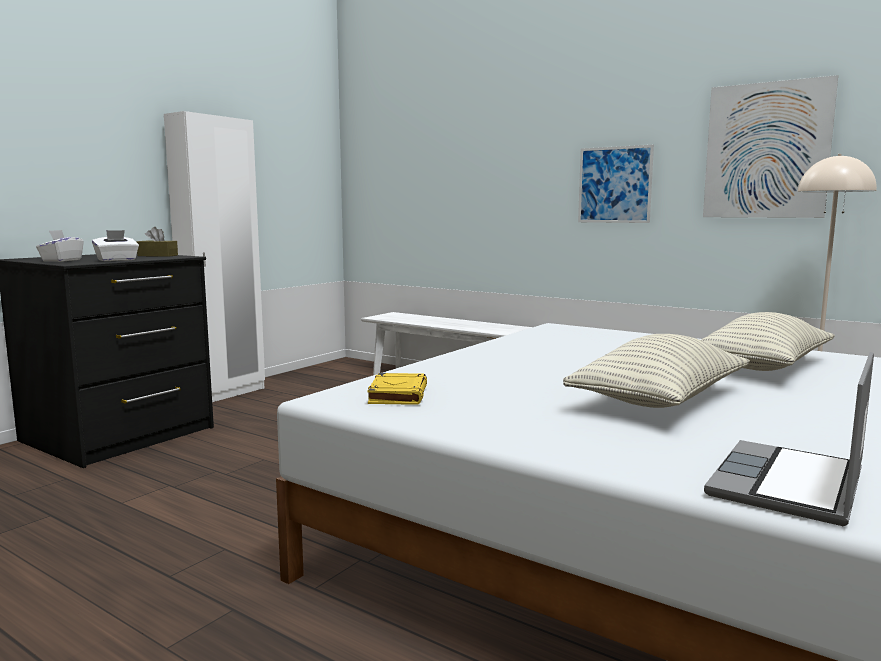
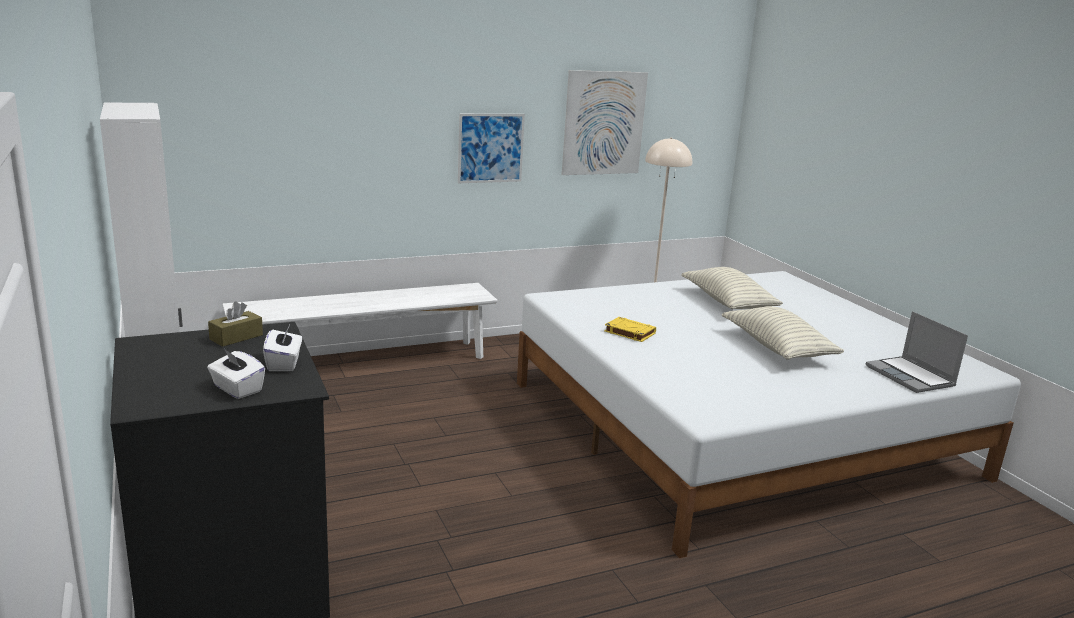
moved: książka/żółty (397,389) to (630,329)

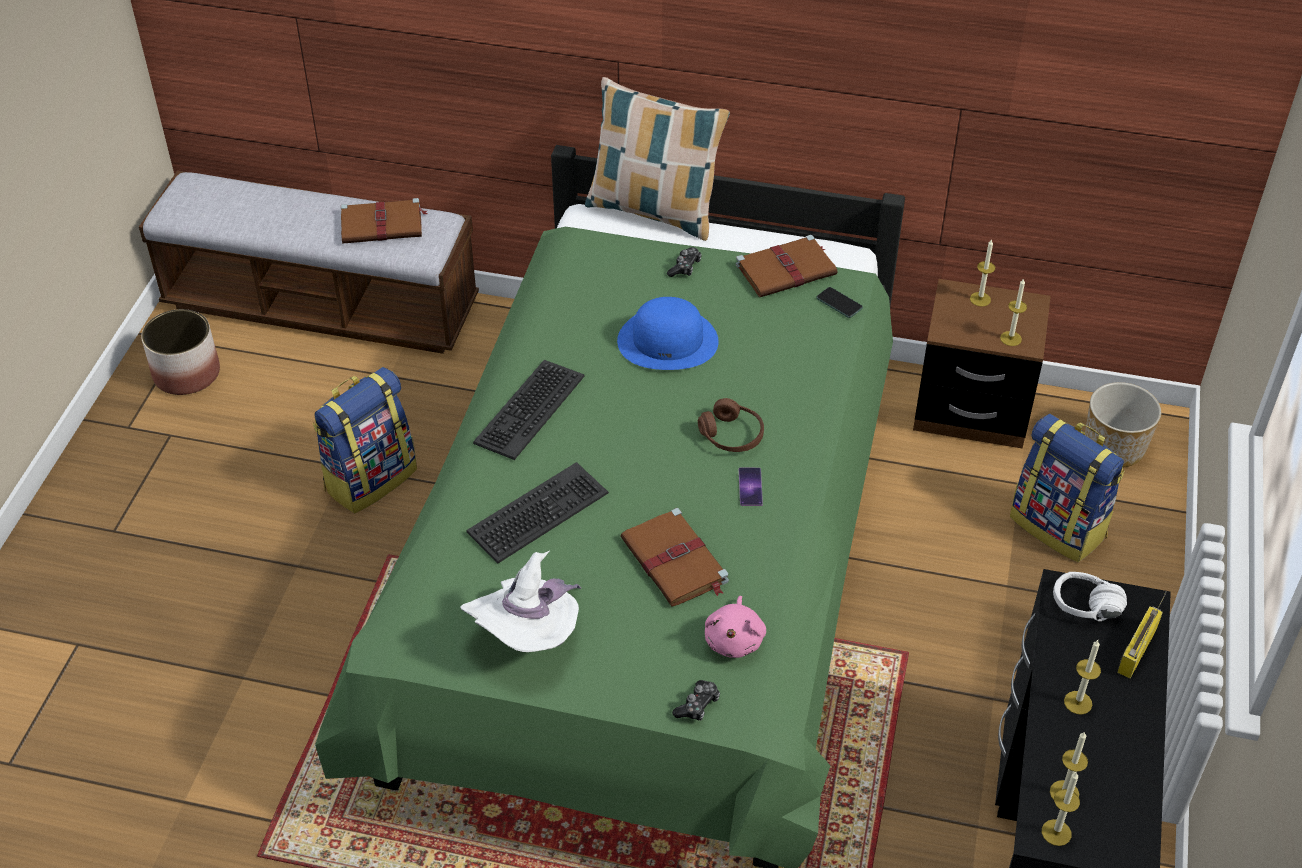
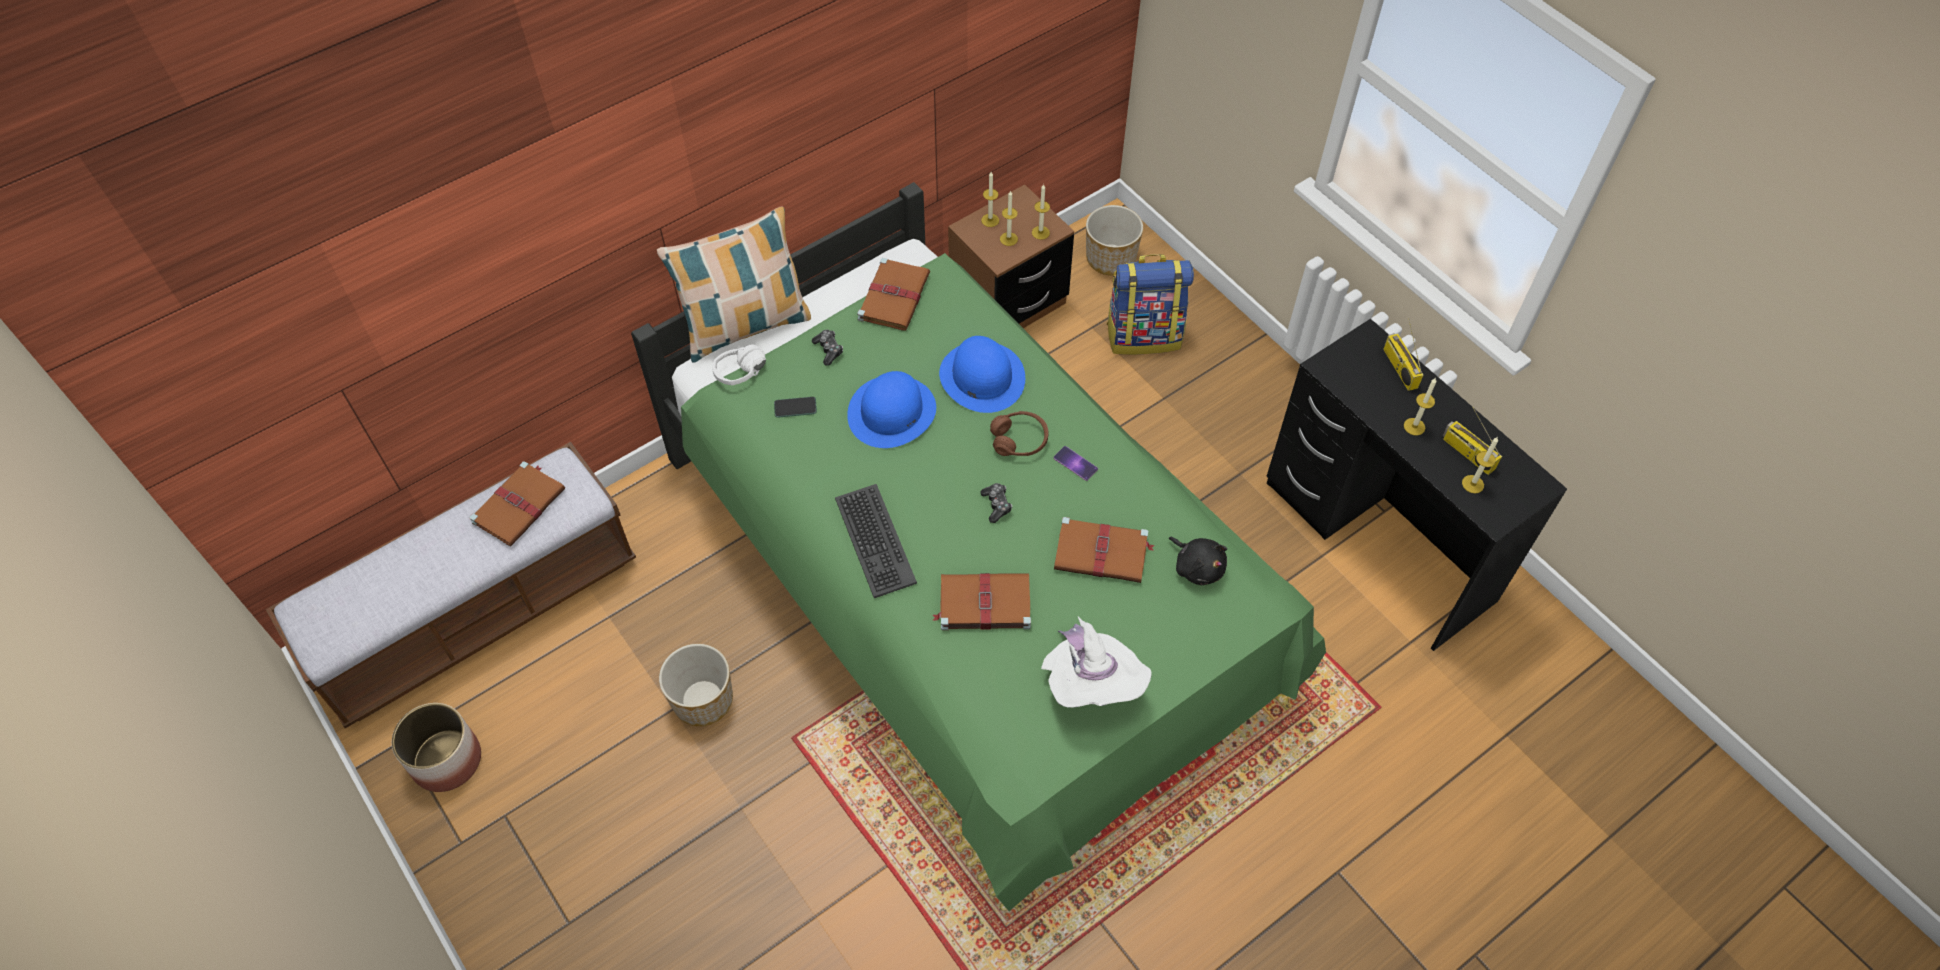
added: kapelusz/niebieski (982,374); radio (1472,440)
moved: pad do gier (696,700) to (996,503); telefon (839,302) to (795,407); świeca (1061,809) to (1009,218); słuchawki/biały (1090,596) to (739,364)
replaced: plecak (365,440) to donica (696,685); klawiatura (537,512) to książka/brązowy (982,601)
recoloured: pluszak/różowy (735,627) to pluszak/czarny (1198,560)

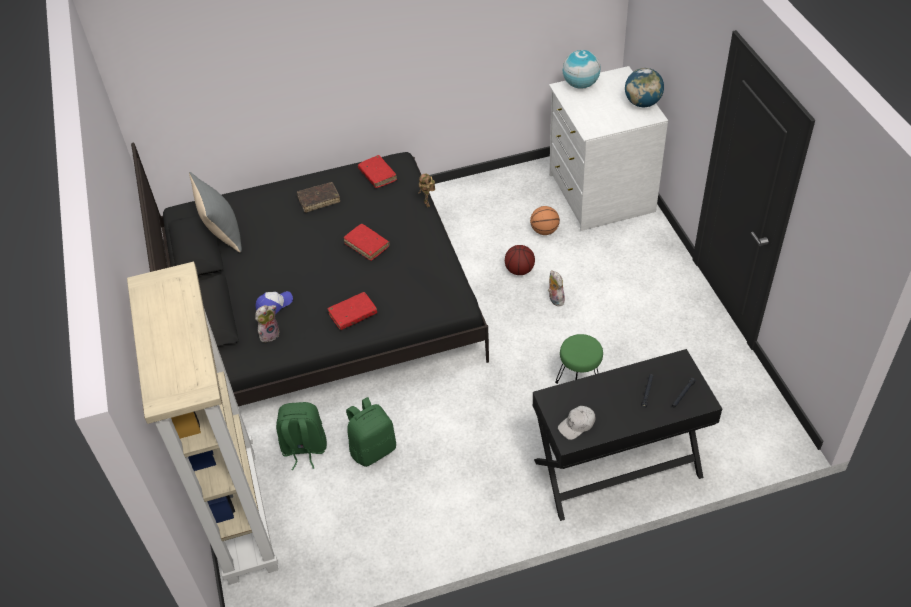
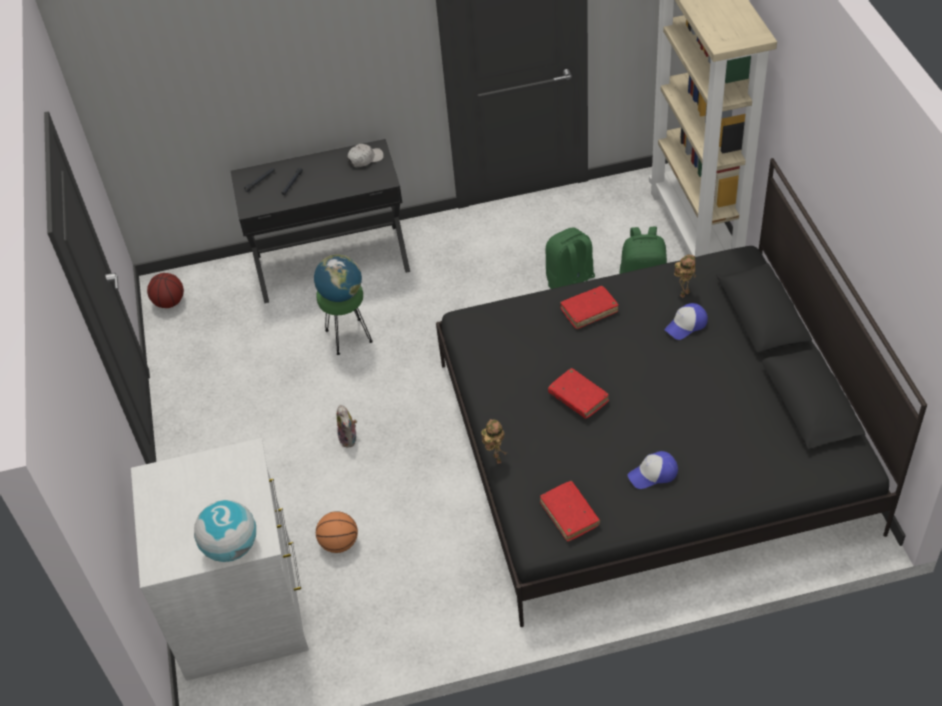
removed: poduszka/szary (215,212)
moved: piłka do koszykówki (520,260) to (165,290); globus (644,87) to (338,278)
replaced: pluszak (267,323) to robot zabawkowy (685,276); książka/brązowy (318,197) to czapka z daszkiem (652,470)

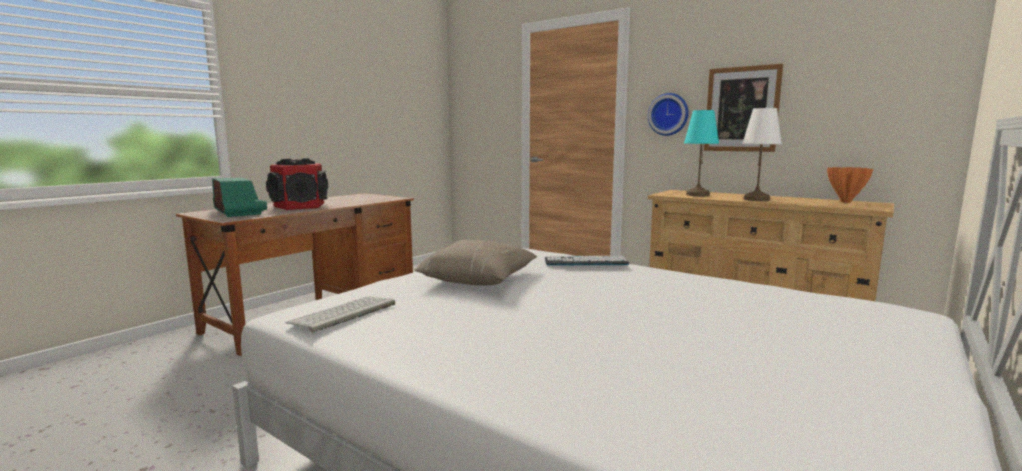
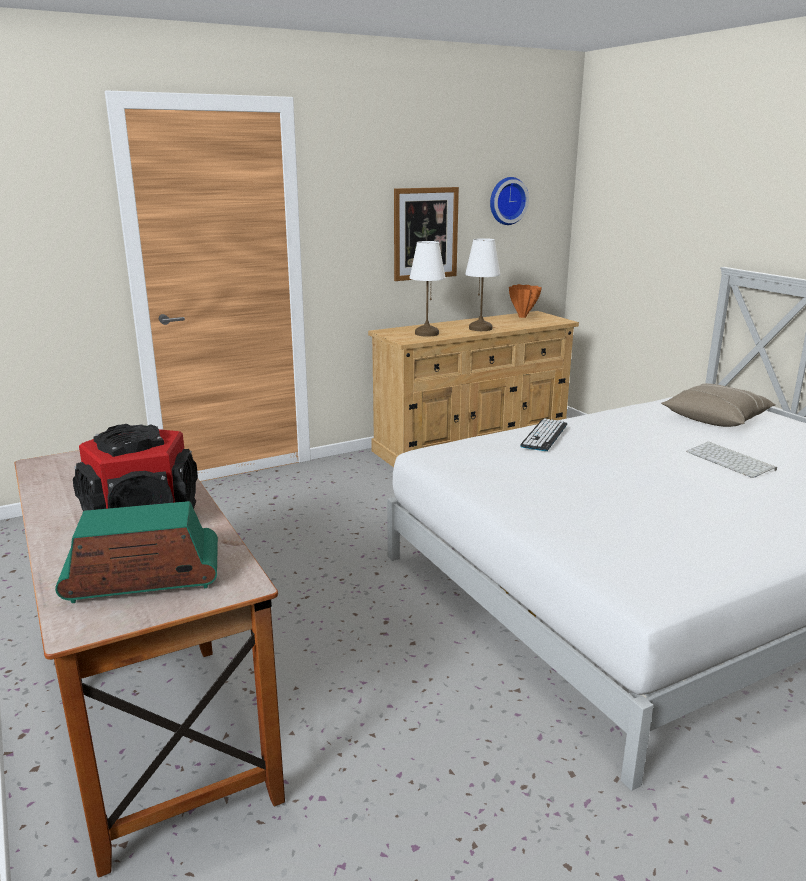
moved: klawiatura (340,314) to (731,460); poduszka/beżowy (475,262) to (718,405); zegar ścienny (668,114) to (509,201)
recoloured: lampa stołowa/turkusowy (701,153) to lampa stołowa/biały (428,289)

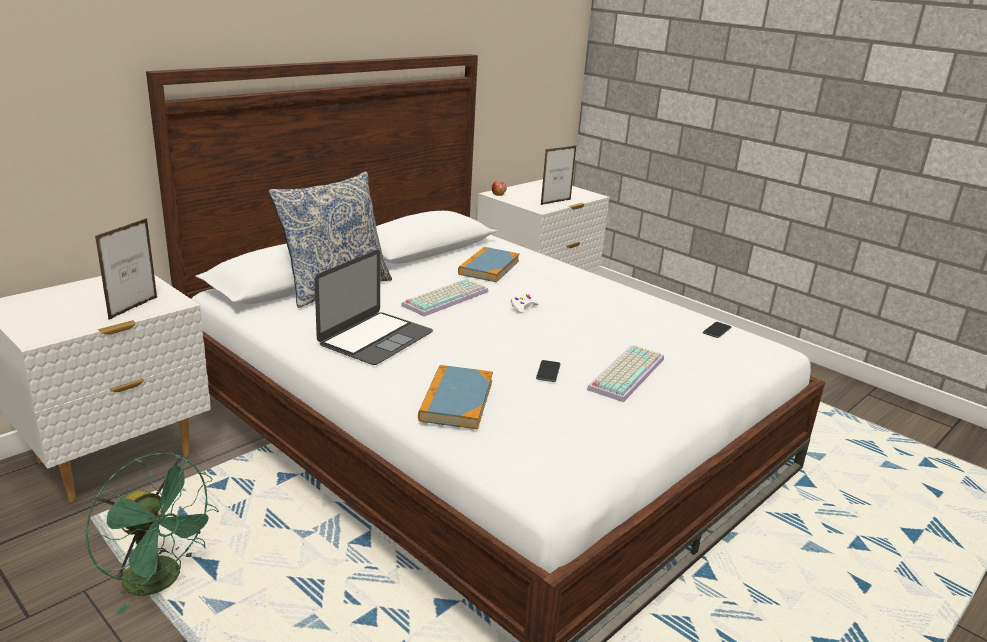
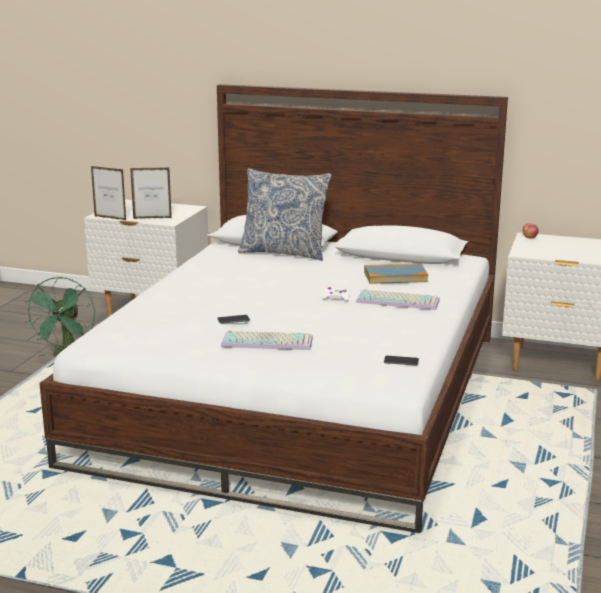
removed: laptop (373,307); książka (455,397)
moved: klawiatura (444,298) to (398,299); ramka na zdjęcie (559,175) to (108,193)

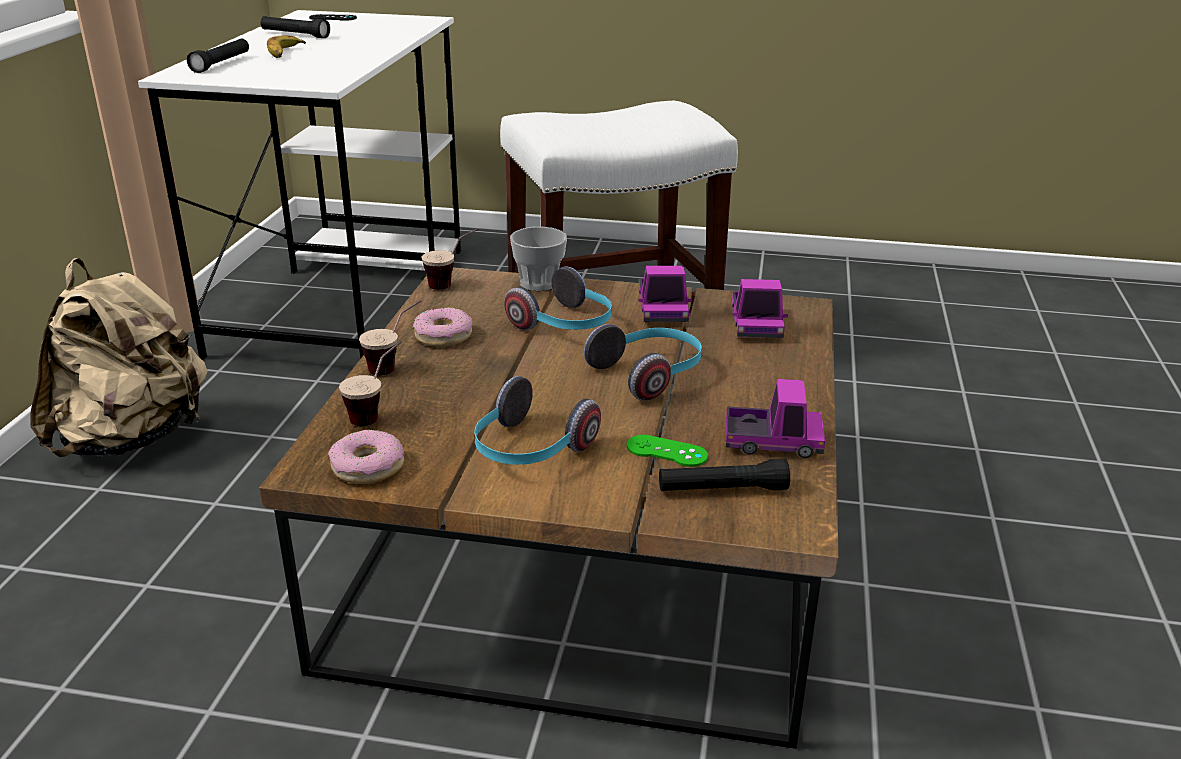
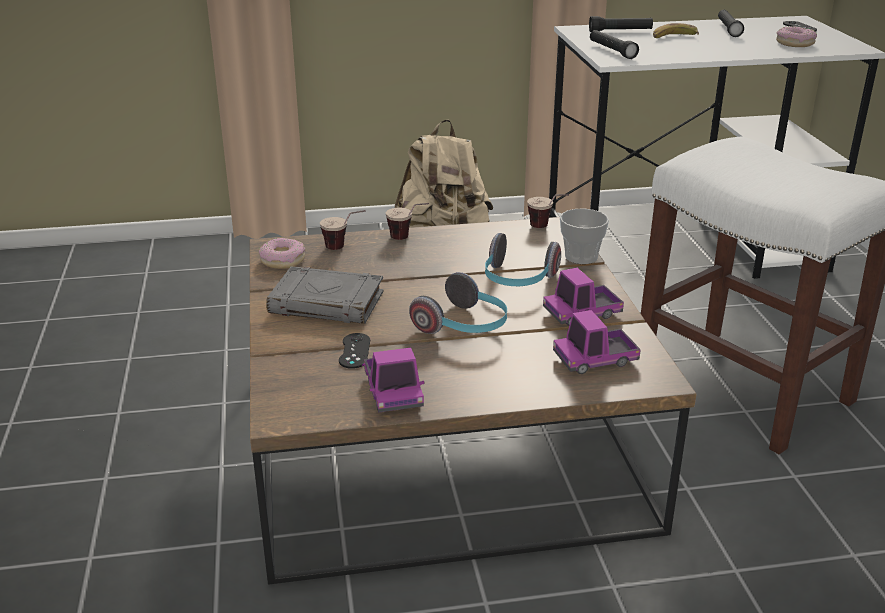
moved: donut (442,327) to (796,36); latarka/czarny (724,475) to (614,44)
replaced: słuchawki (537,420) to książka/szary (325,295)
recoloured: pad do gier/zielony (667,451) to pad do gier/czarny (354,351)

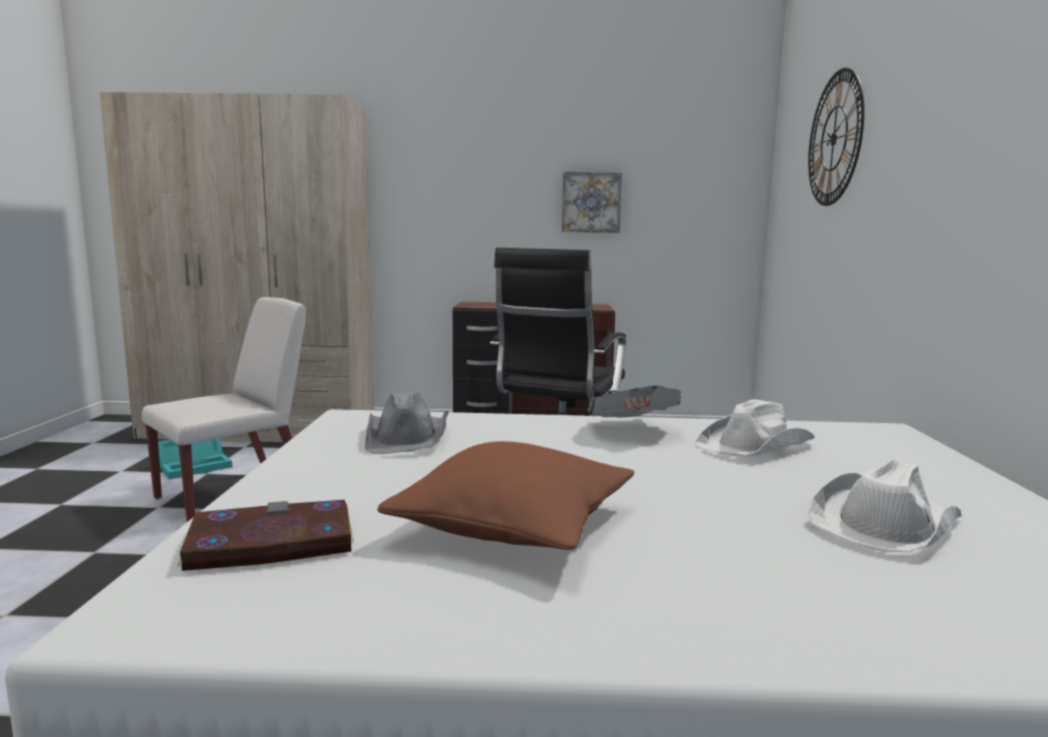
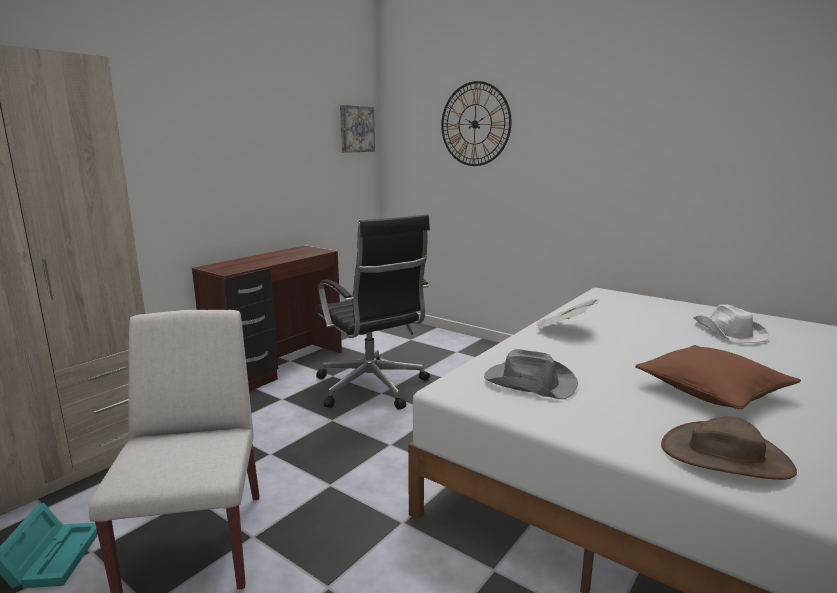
removed: kapelusz/biały (755,427)
moved: obraz (592,202) to (357,129)
replaced: książka (265,535) to kapelusz/brązowy (729,448)

